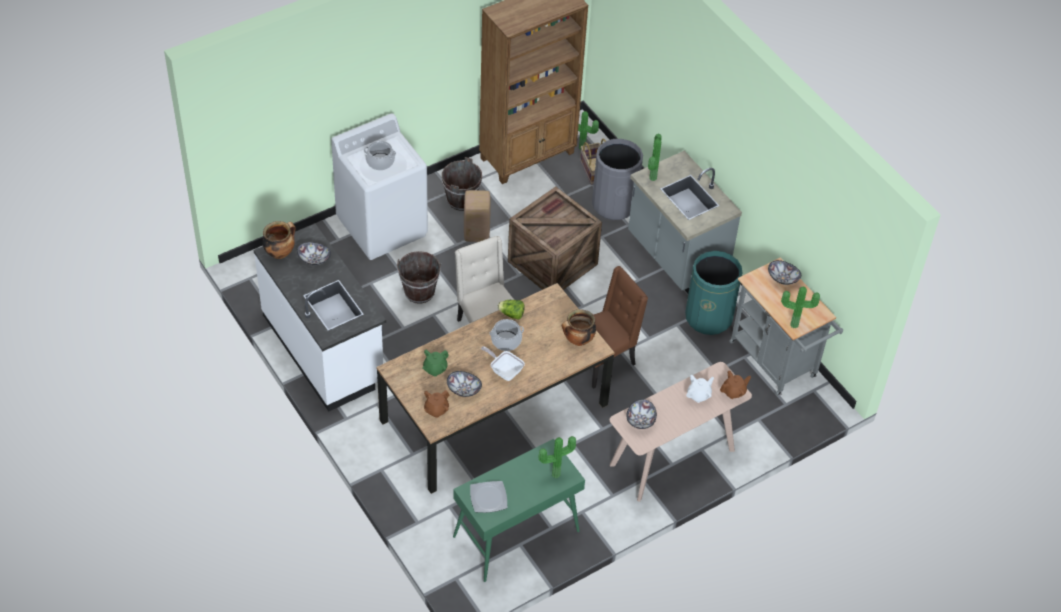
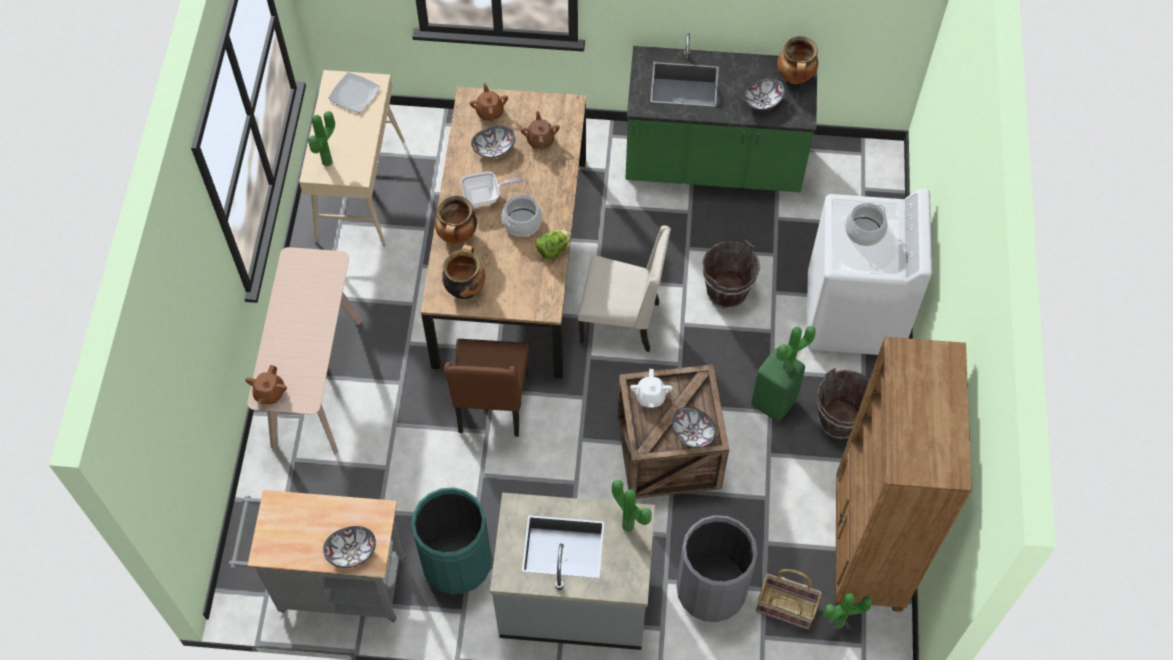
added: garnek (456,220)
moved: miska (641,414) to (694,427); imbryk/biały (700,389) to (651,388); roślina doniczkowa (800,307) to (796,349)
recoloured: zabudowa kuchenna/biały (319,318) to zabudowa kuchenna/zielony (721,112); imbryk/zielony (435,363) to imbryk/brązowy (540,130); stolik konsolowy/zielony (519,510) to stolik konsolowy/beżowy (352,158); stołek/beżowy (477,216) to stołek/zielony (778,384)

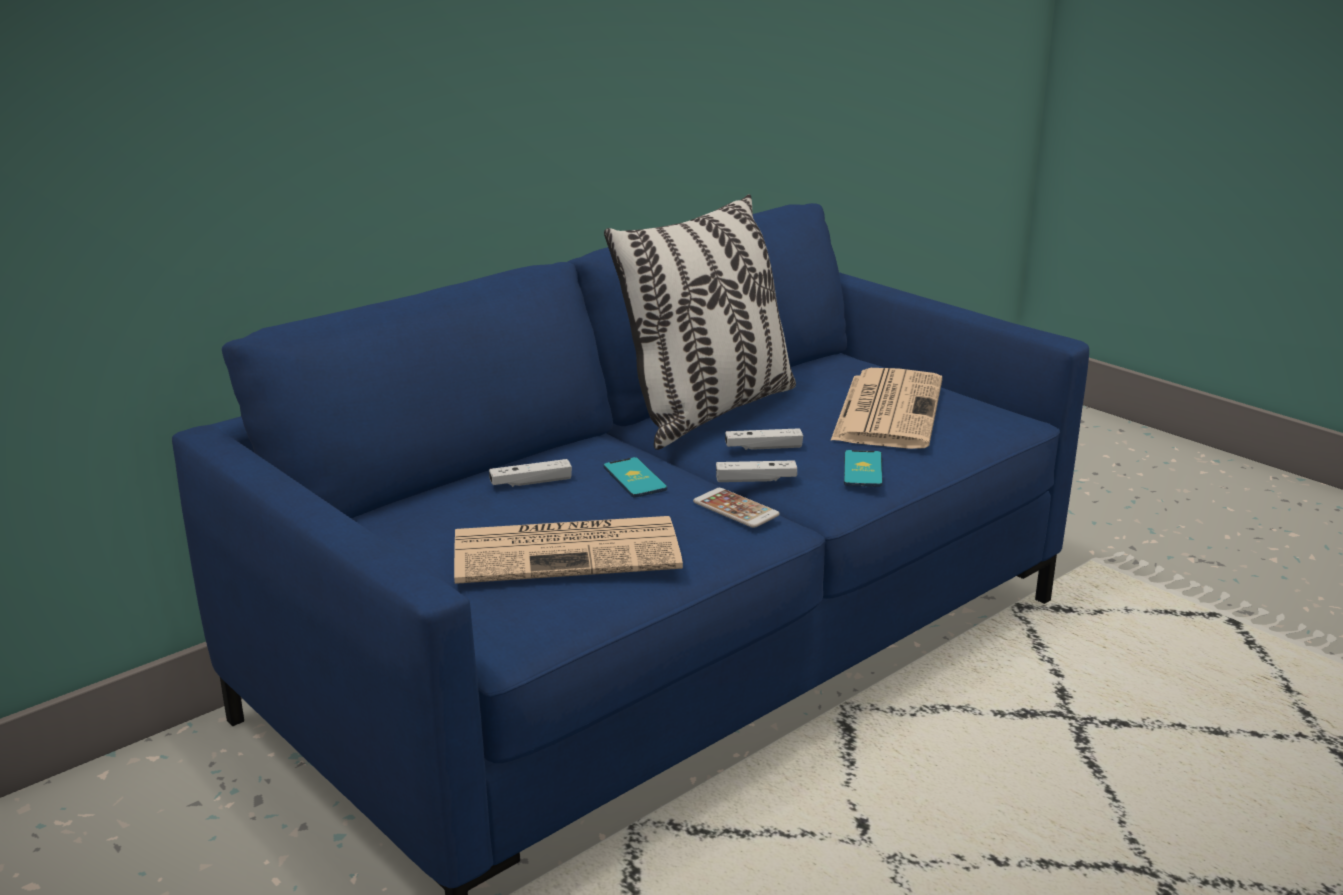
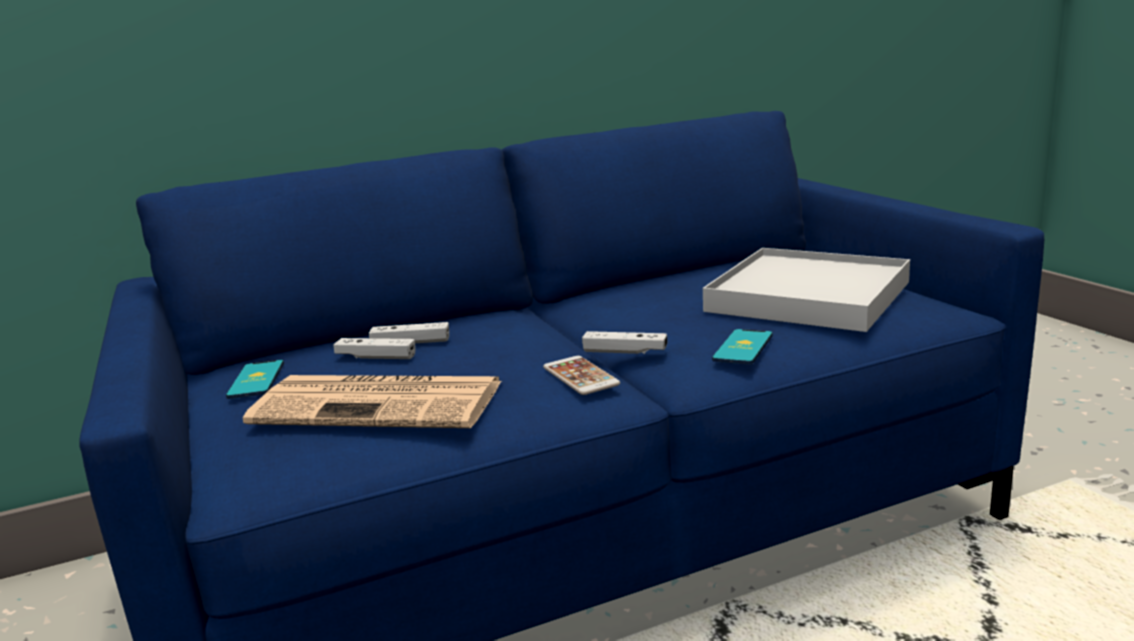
removed: poduszka (700,322)
moved: telefon (635,477) to (255,379); pad do gier/biały (764,439) to (374,348)
replaced: gazeta (886,408) to taca/biały (806,290)

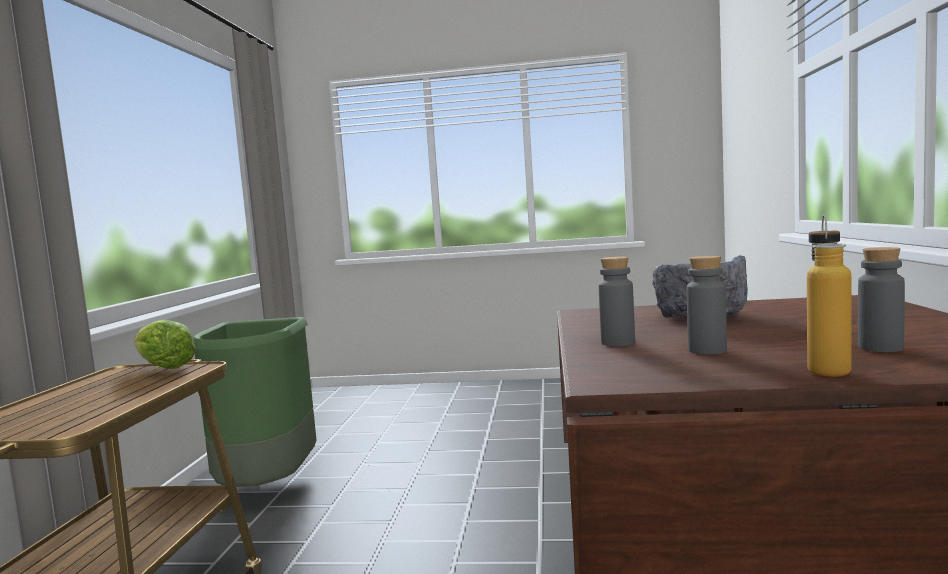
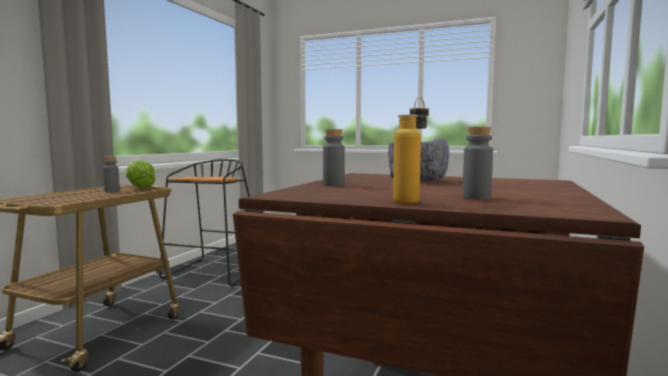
moved: butelka/szary (707,305) to (111,174)
replaced: kosz na śmieci/zielony (255,402) to stołek/czarny (204,223)

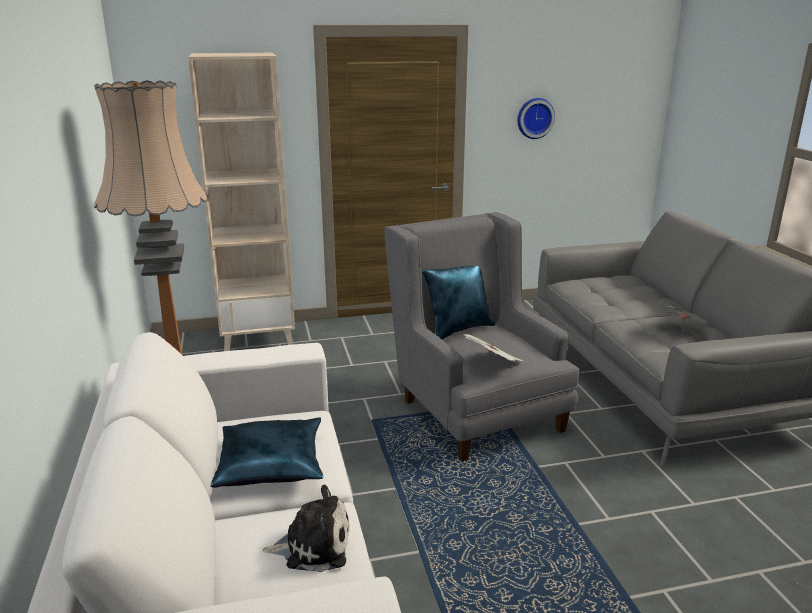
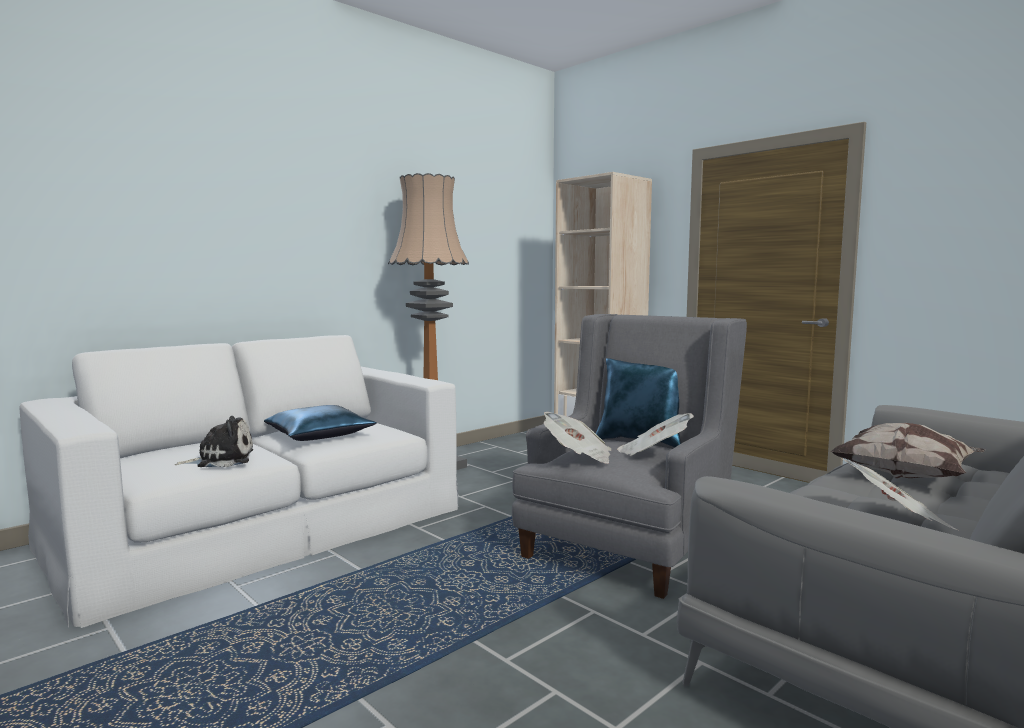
removed: zegar ścienny (536,118)
added: gazeta (655,434); poduszka (907,451)
turned: pluszak (305,528) = (214,441) 75 degrees counterclockwise

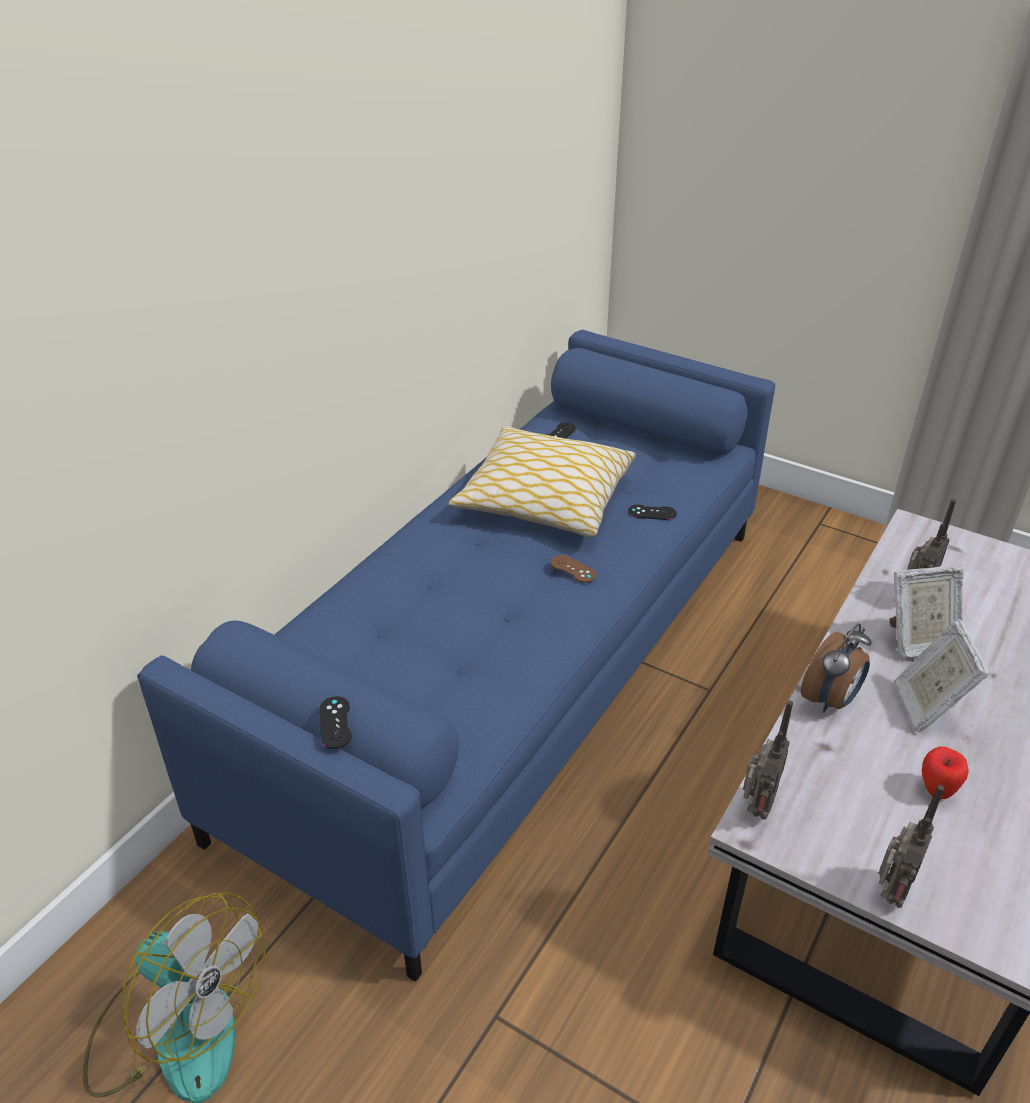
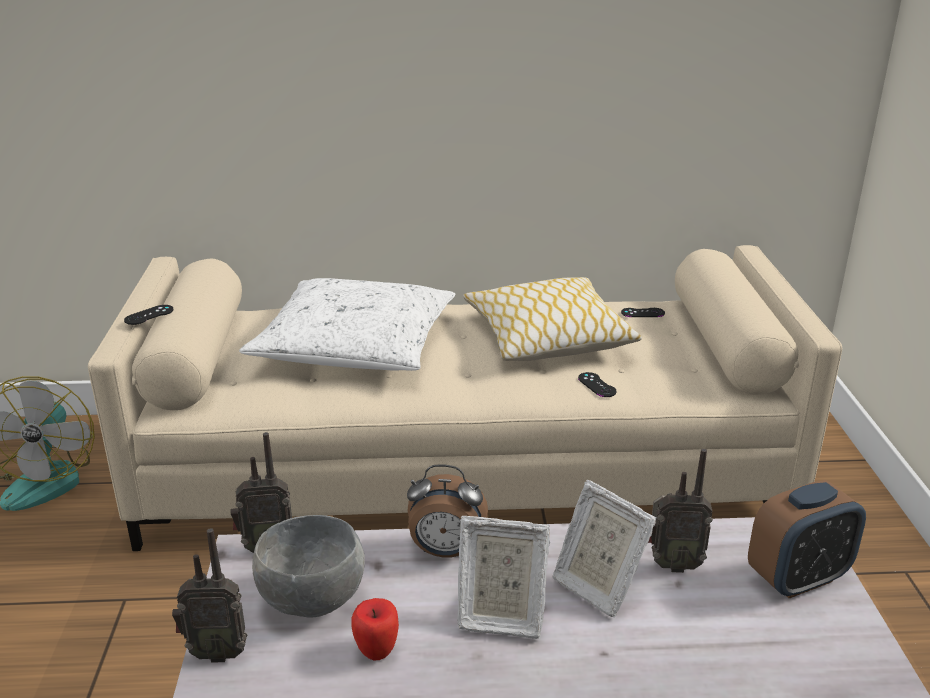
removed: pad do gier/brązowy (573,569)
added: poduszka/biały (347,324); miska/szary (308,566); budzik (807,539)
recoloured: kanapa/niebieski (456,656) to kanapa/beżowy (465,398)
turned: ramka na zdjęcie (942,676) = (503,577) 135 degrees counterclockwise

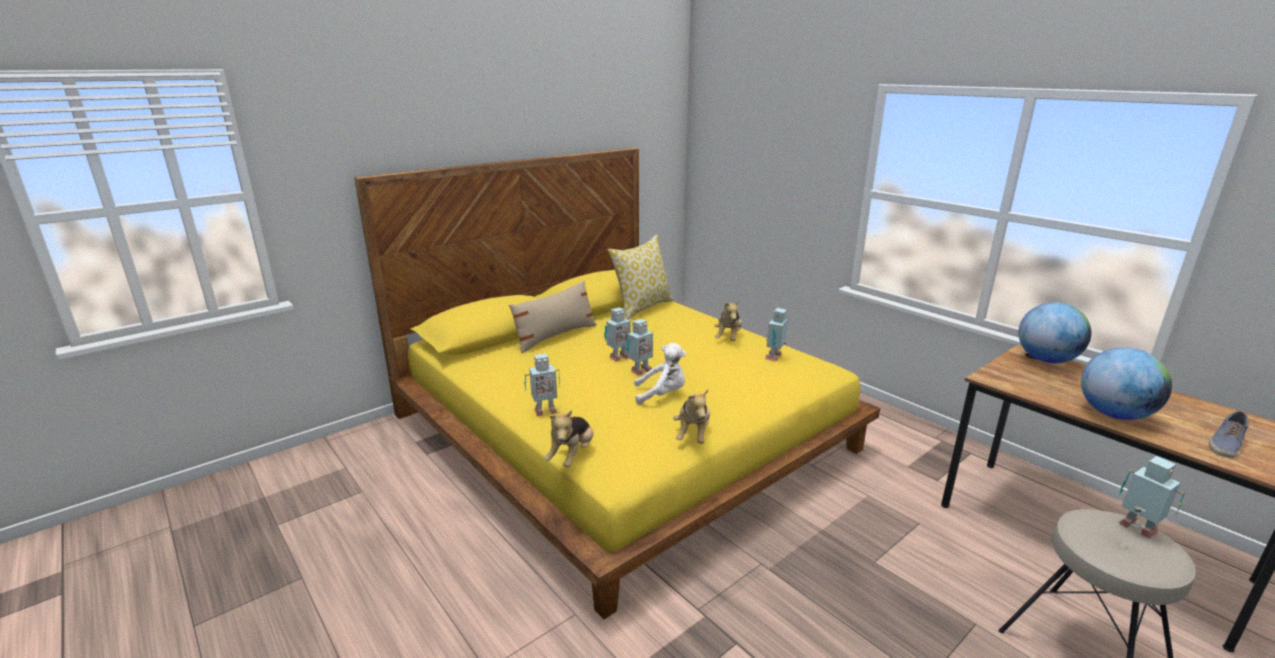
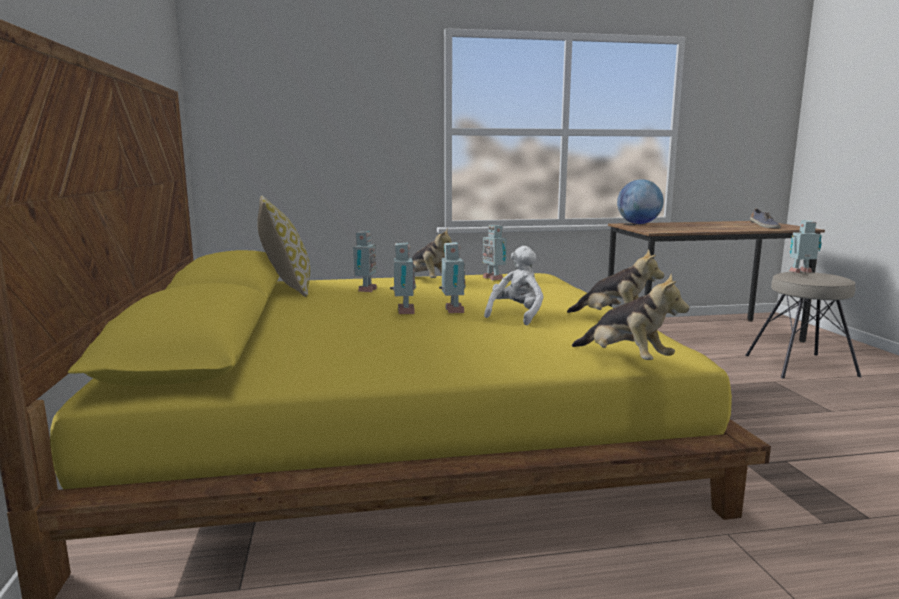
removed: poduszka/beżowy (553,317); globus (1126,383)
moved: robot zabawkowy (542,384) to (365,261)

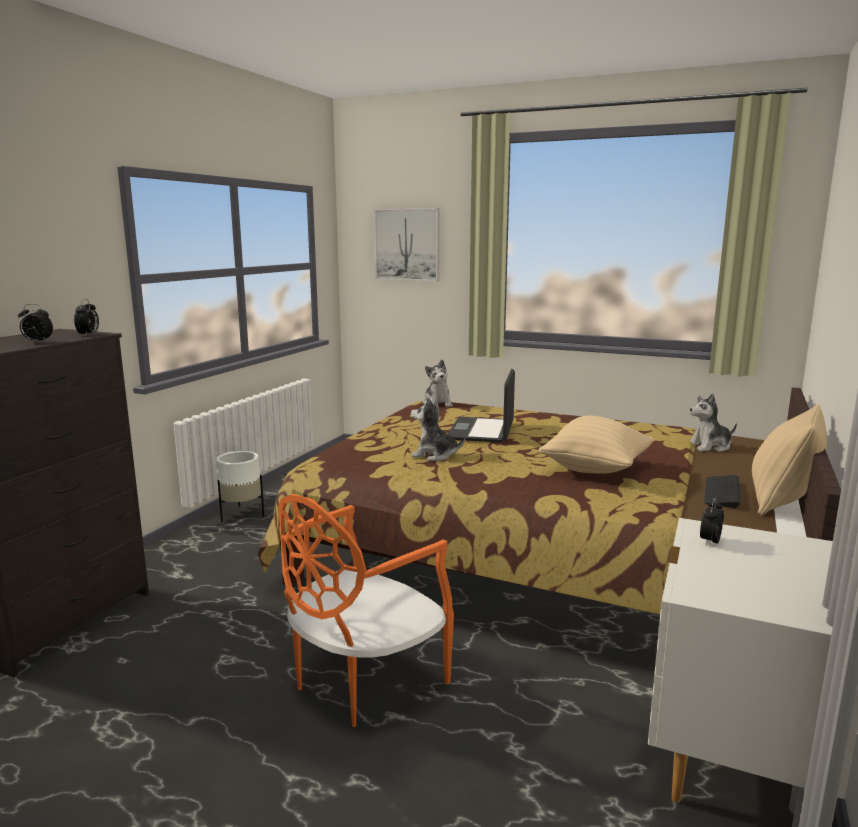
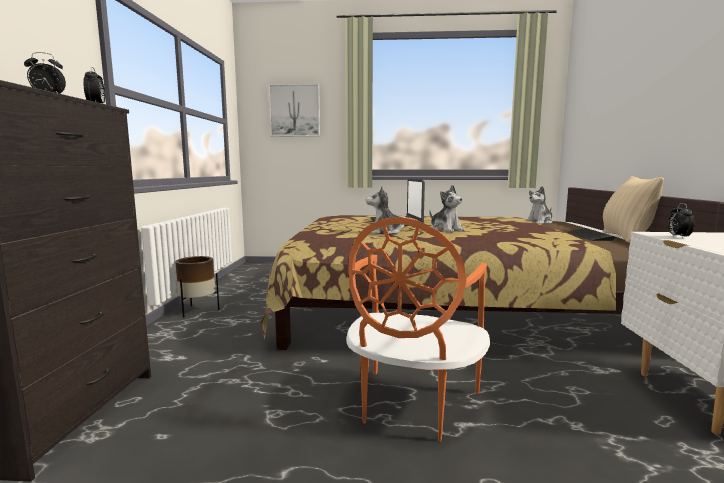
removed: poduszka/beżowy (596,445)
moved: pluszak (437,383) to (447,208)
recoloured: donica/biały (240,487) to donica/brązowy (197,287)

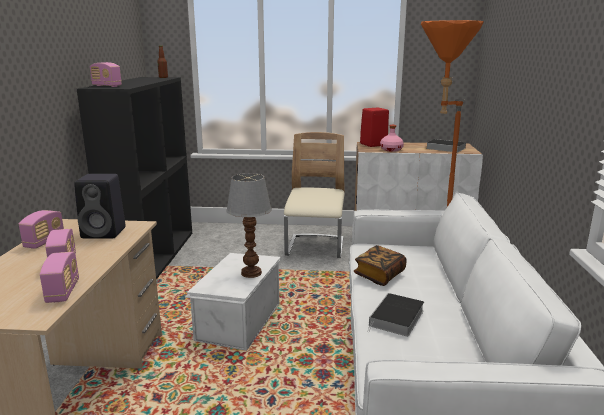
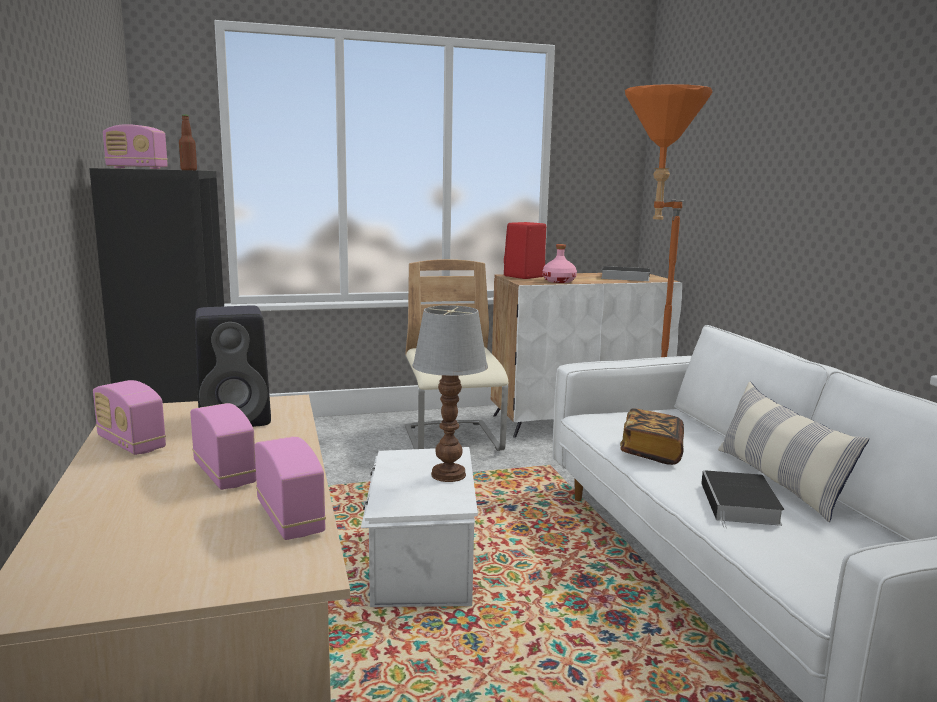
added: poduszka (793,451)
turned: radio (41,229) = (129,417) 135 degrees clockwise

